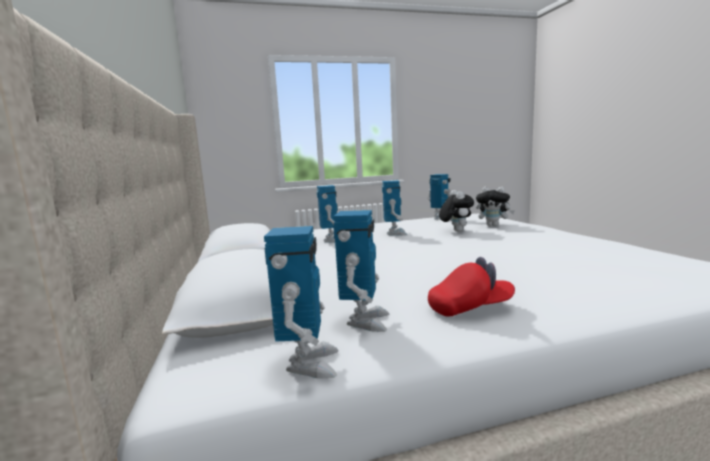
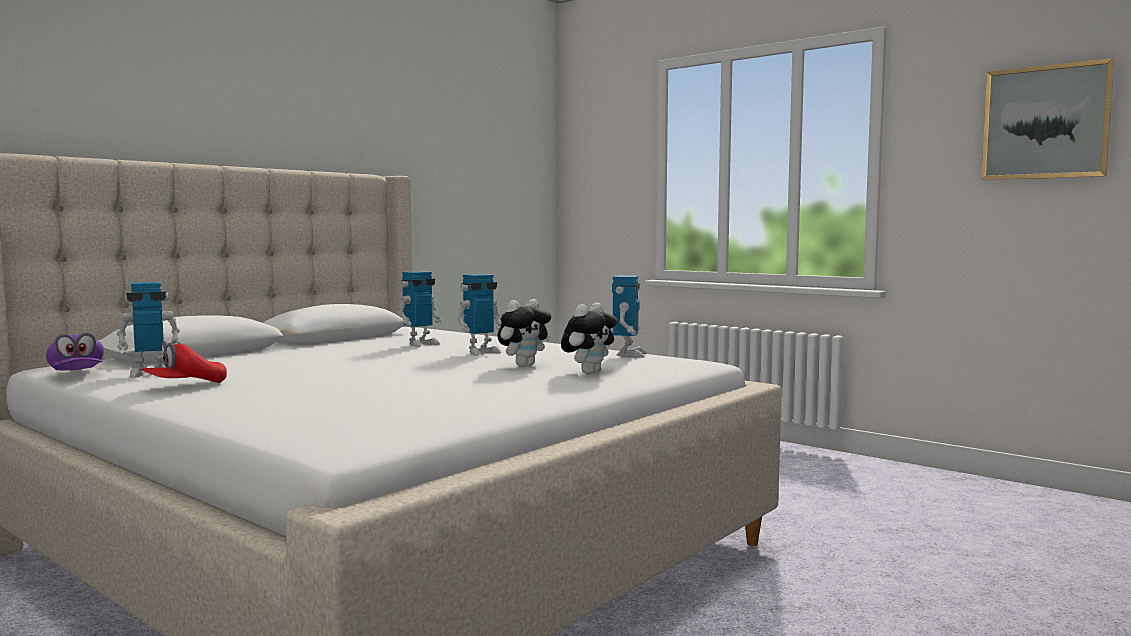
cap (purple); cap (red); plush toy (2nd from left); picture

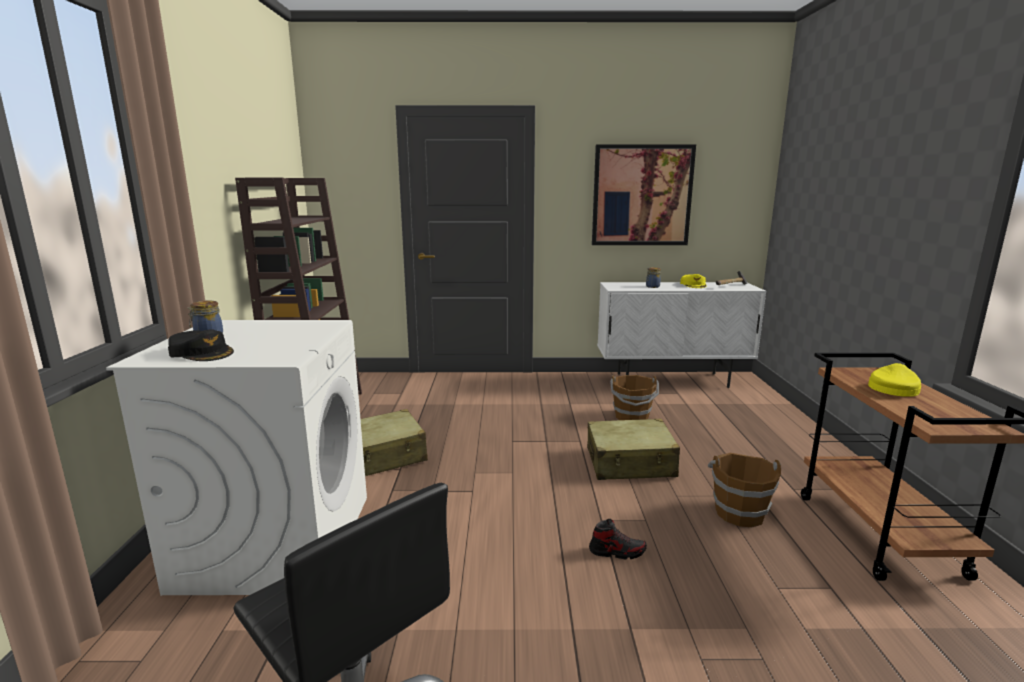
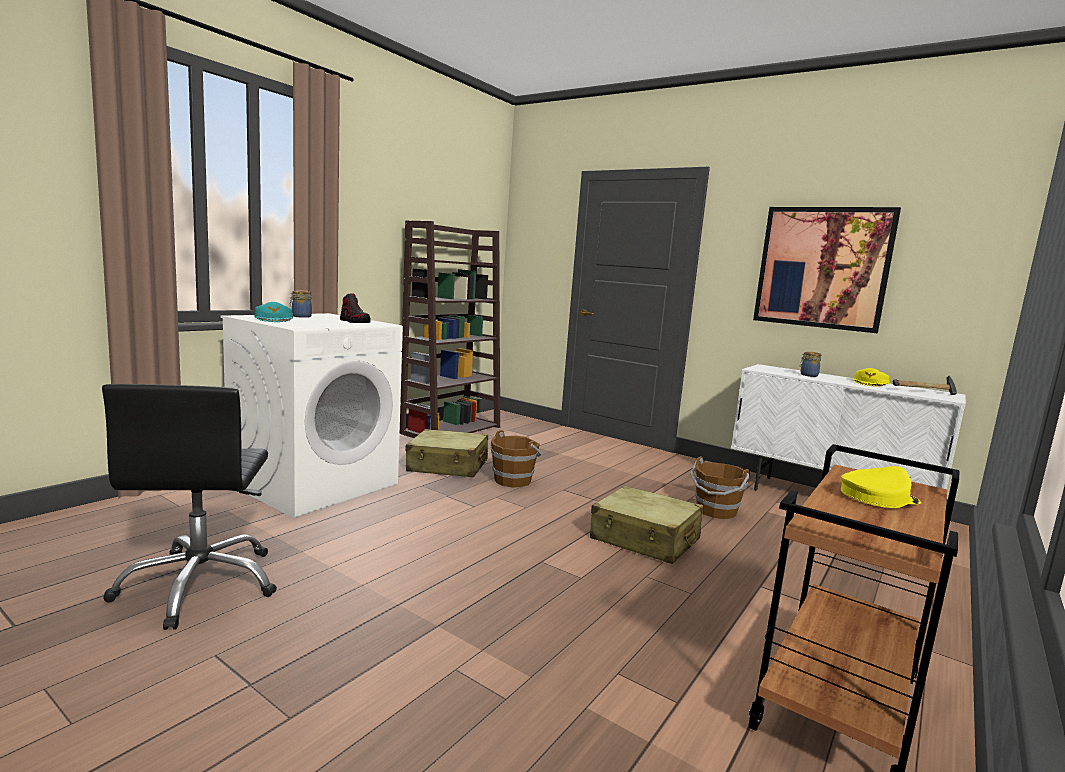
cap (turquoise); shoe; bucket (brown) (1st from left)

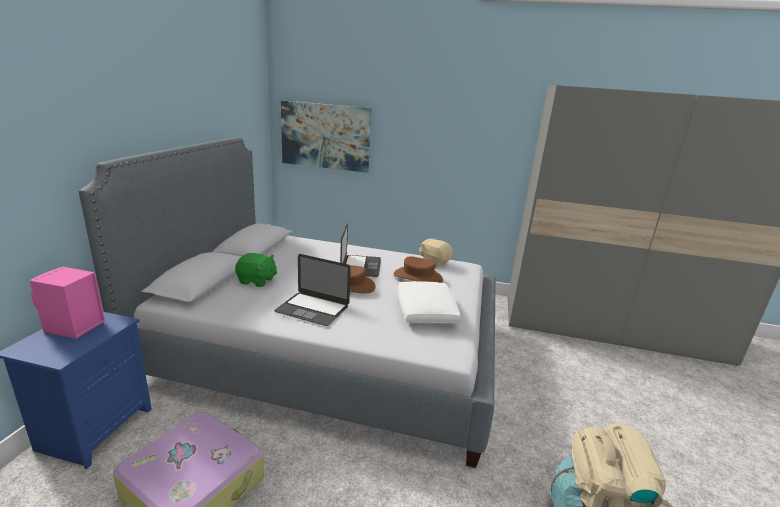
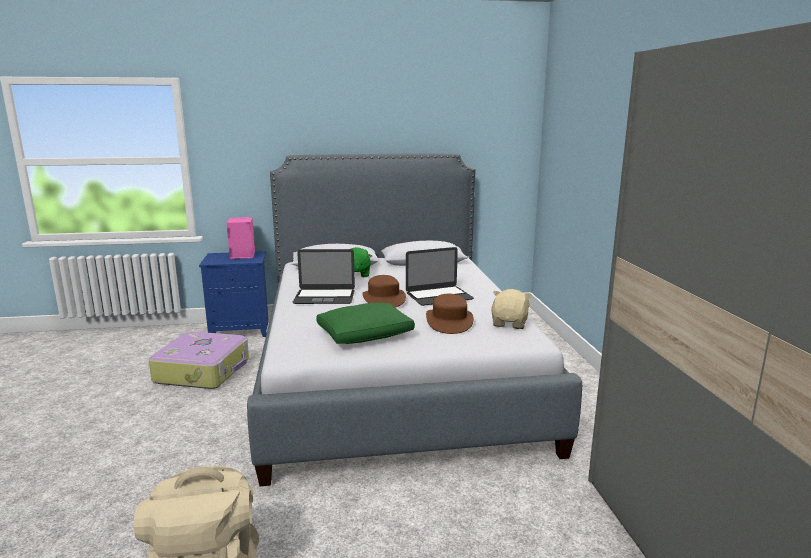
laptop (1st from left); pillow (green); picture

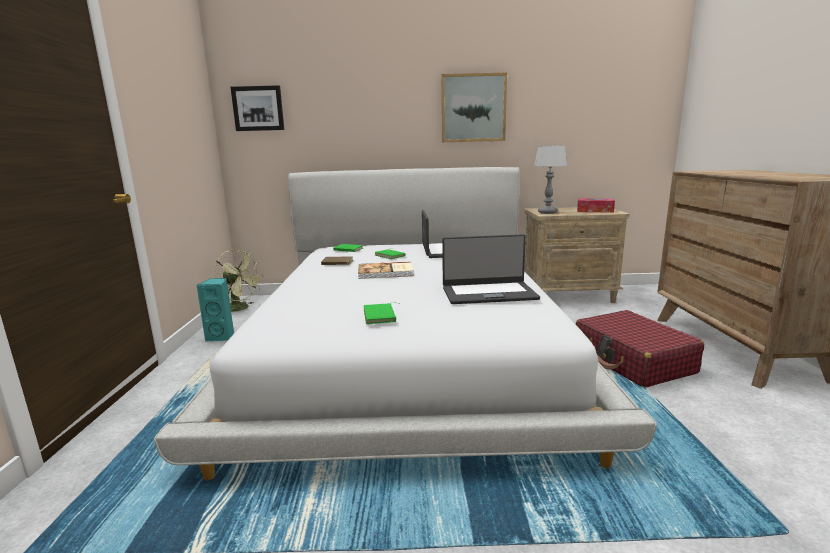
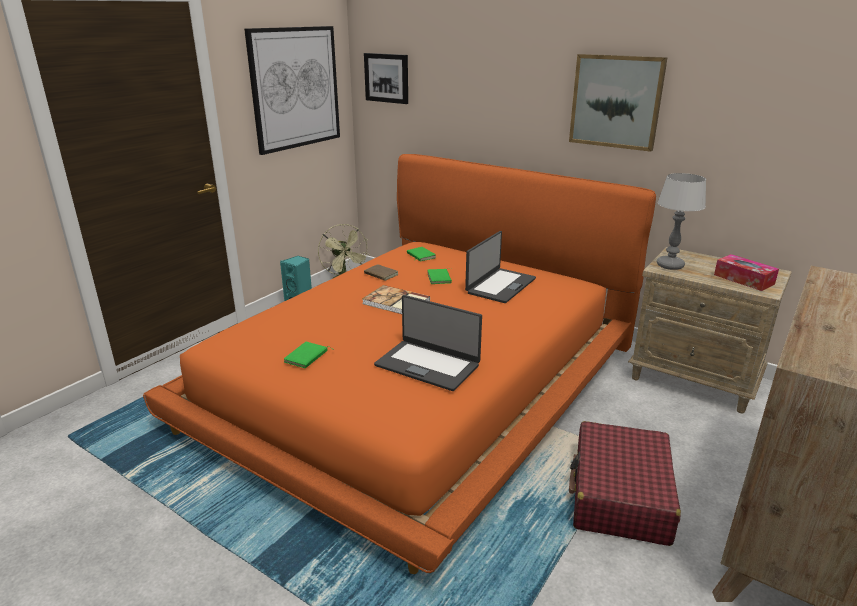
bed (orange); picture (1st from left)

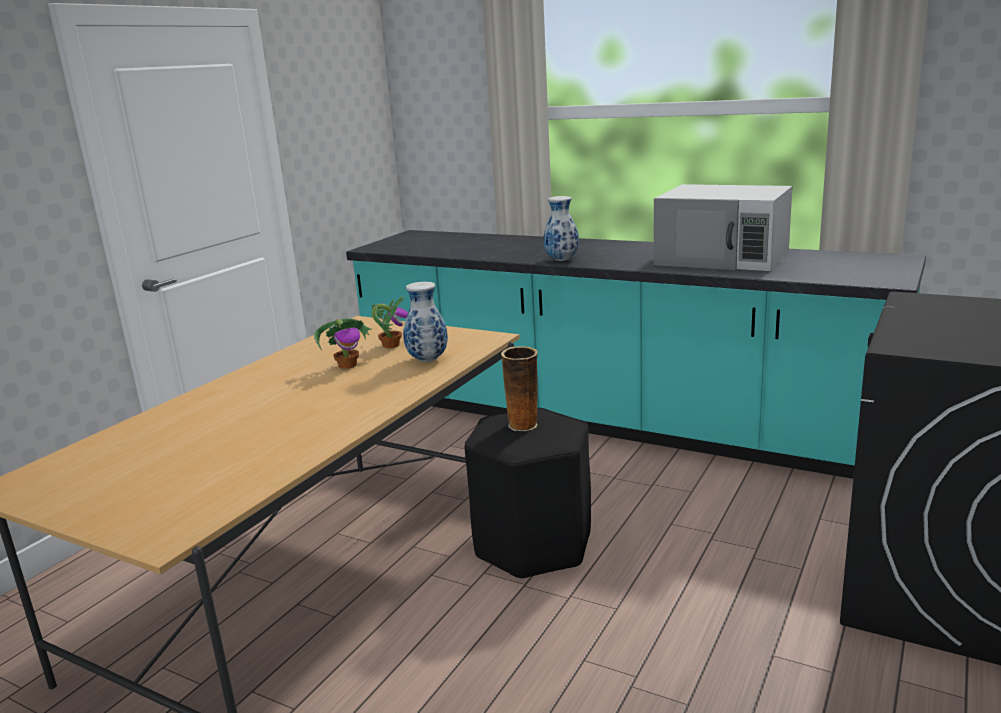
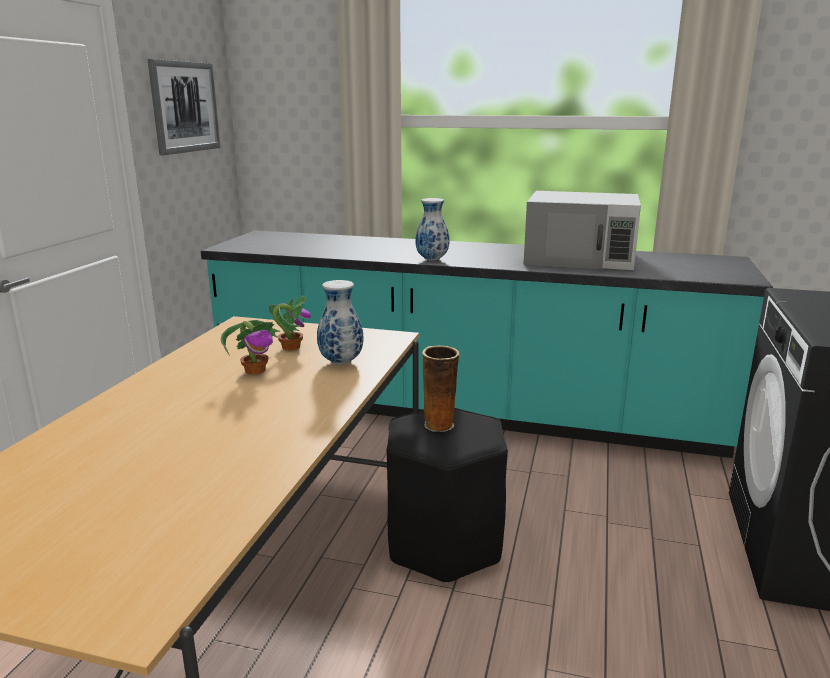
picture

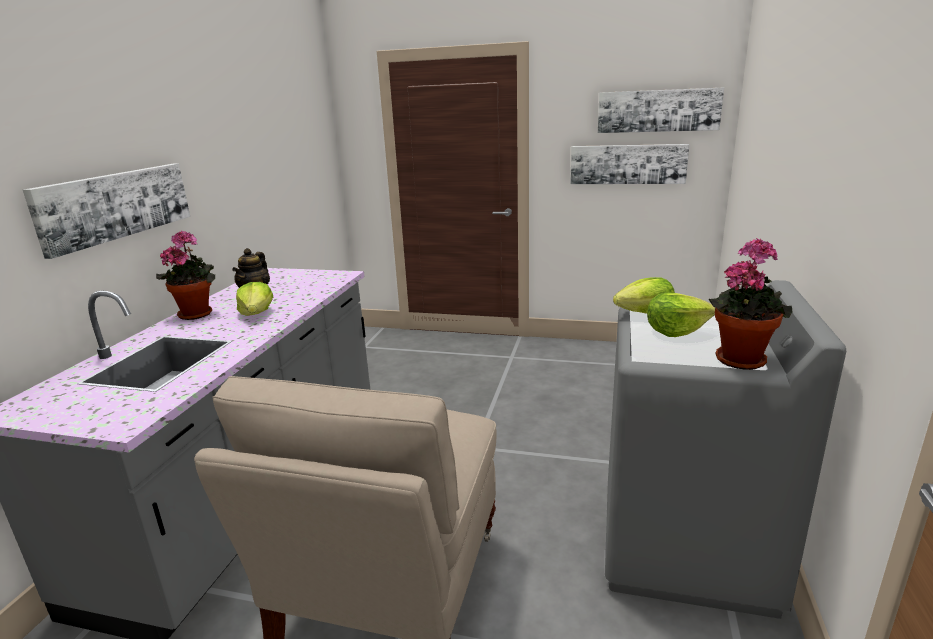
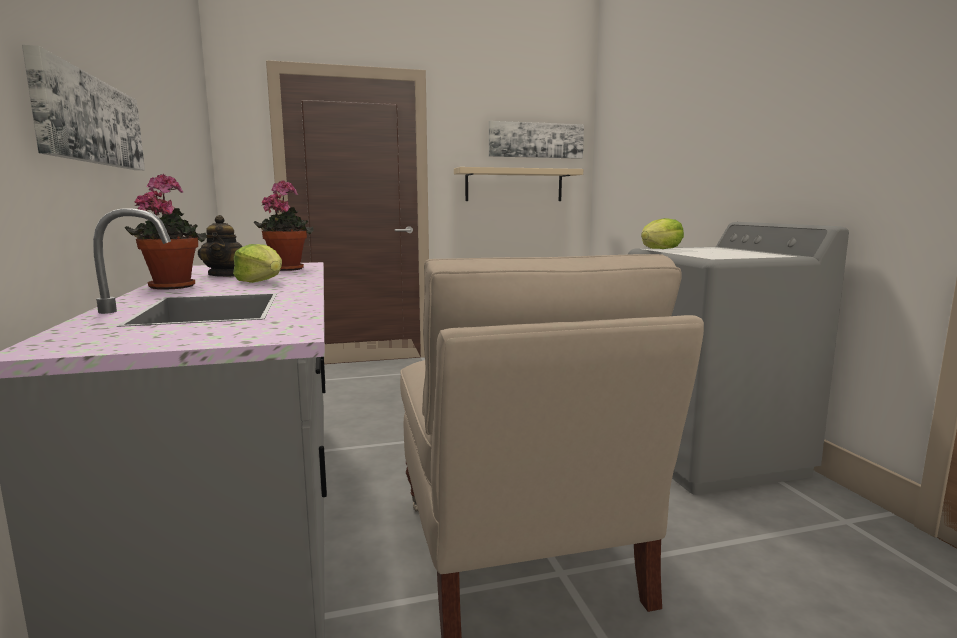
potted plant (2nd from left); shelf (beige); lettuce (3rd from left in the first image)

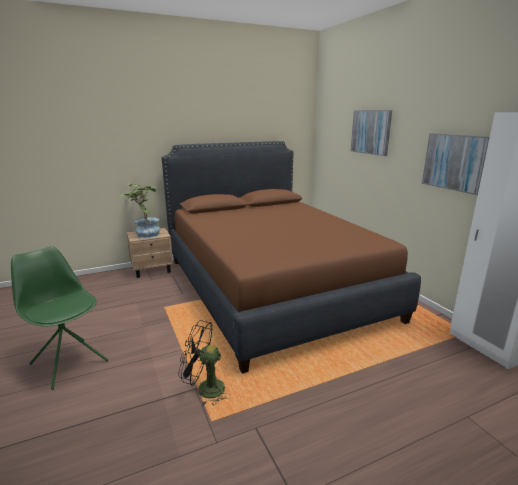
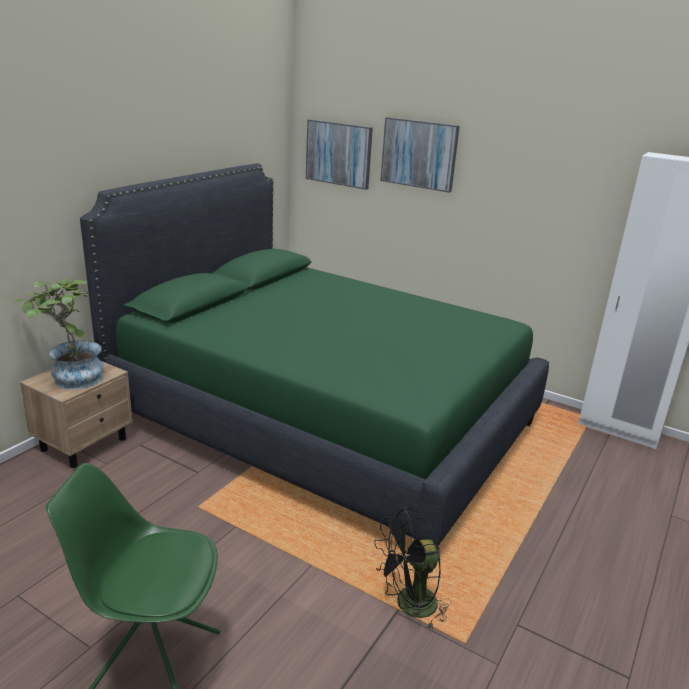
bed (green); picture (1st from left)

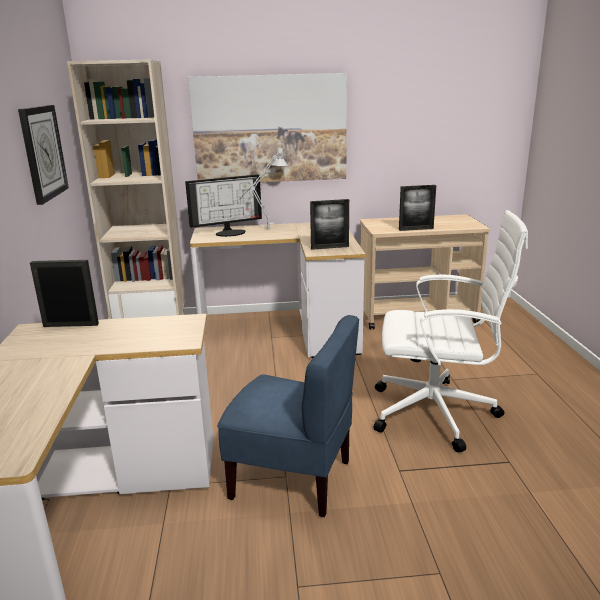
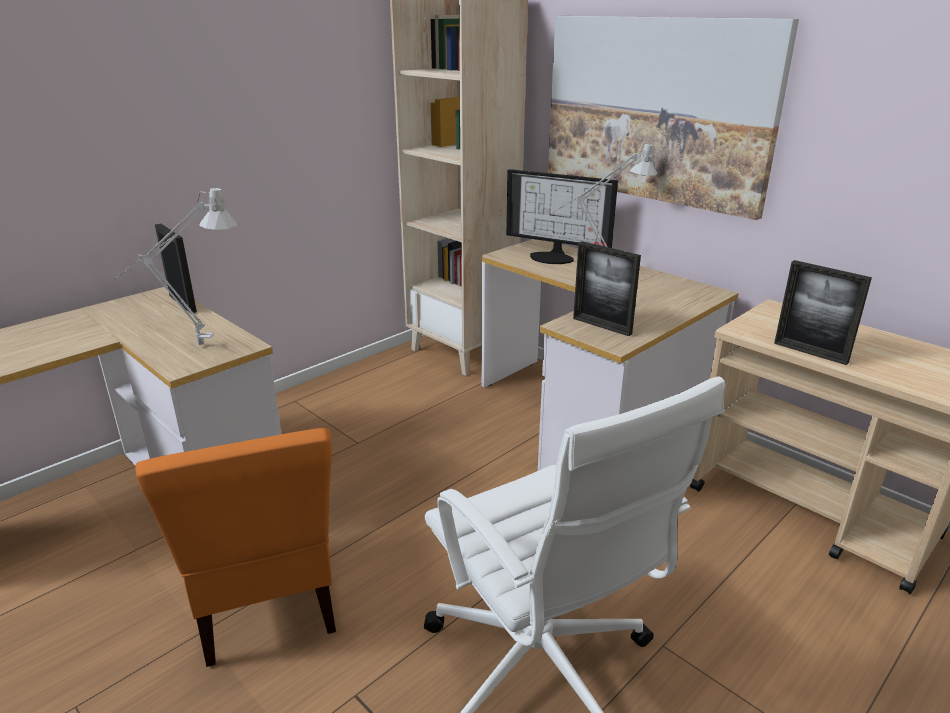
table lamp (grey) (1st from left); chair (orange); wall clock

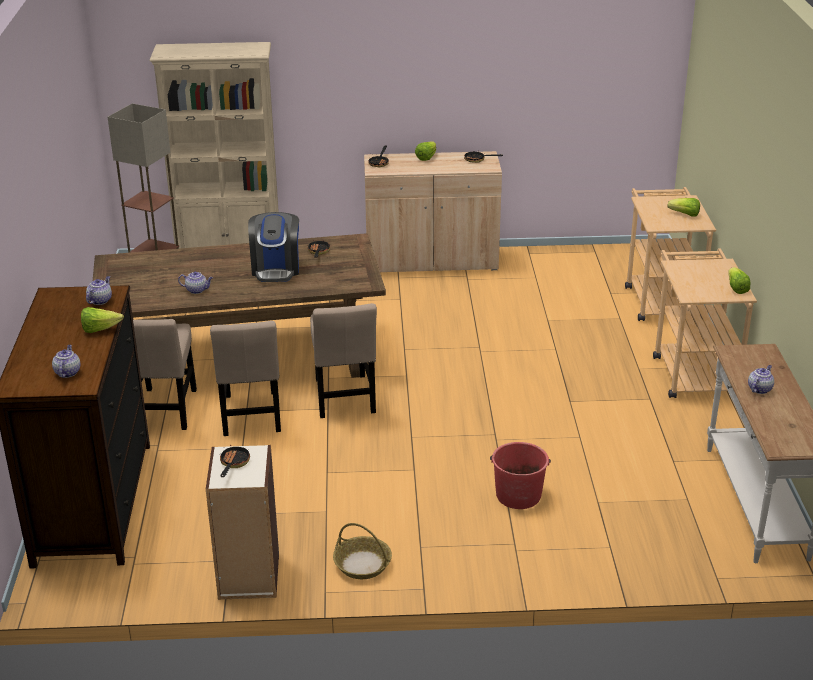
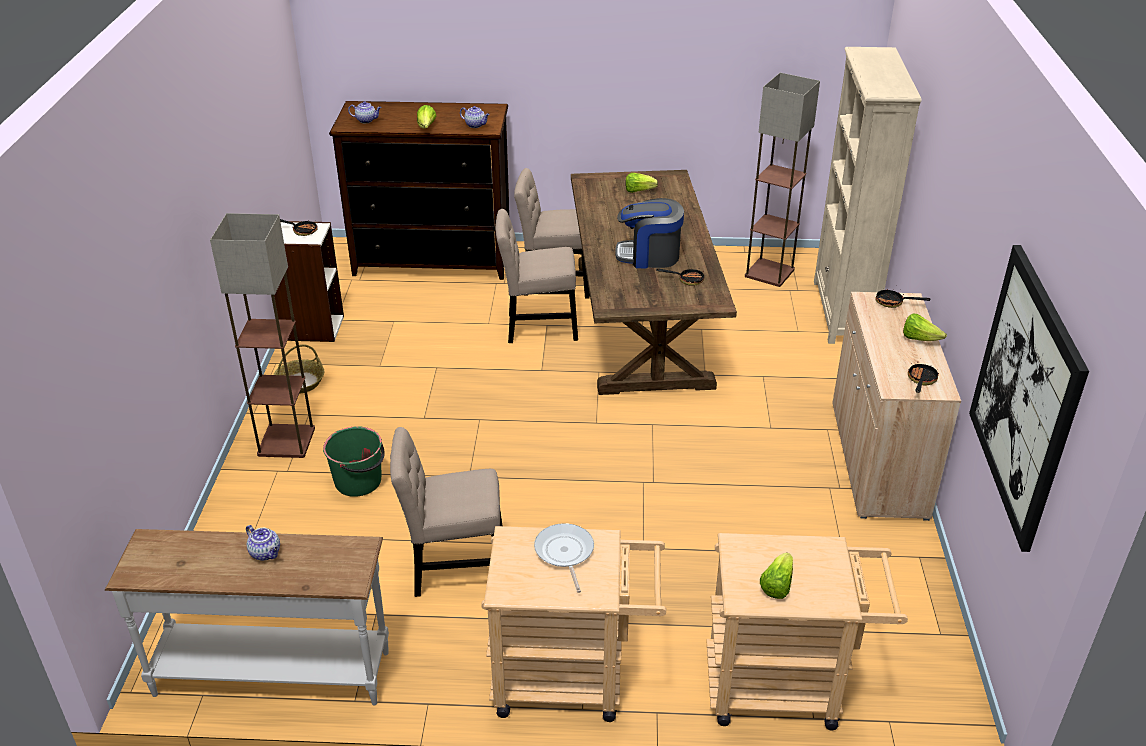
floor lamp (1st from left); bucket (green); chair (beige) (1st from left); frying pan (2nd from left); lettuce (2nd from left); picture; teapot (3rd from left in the first image)

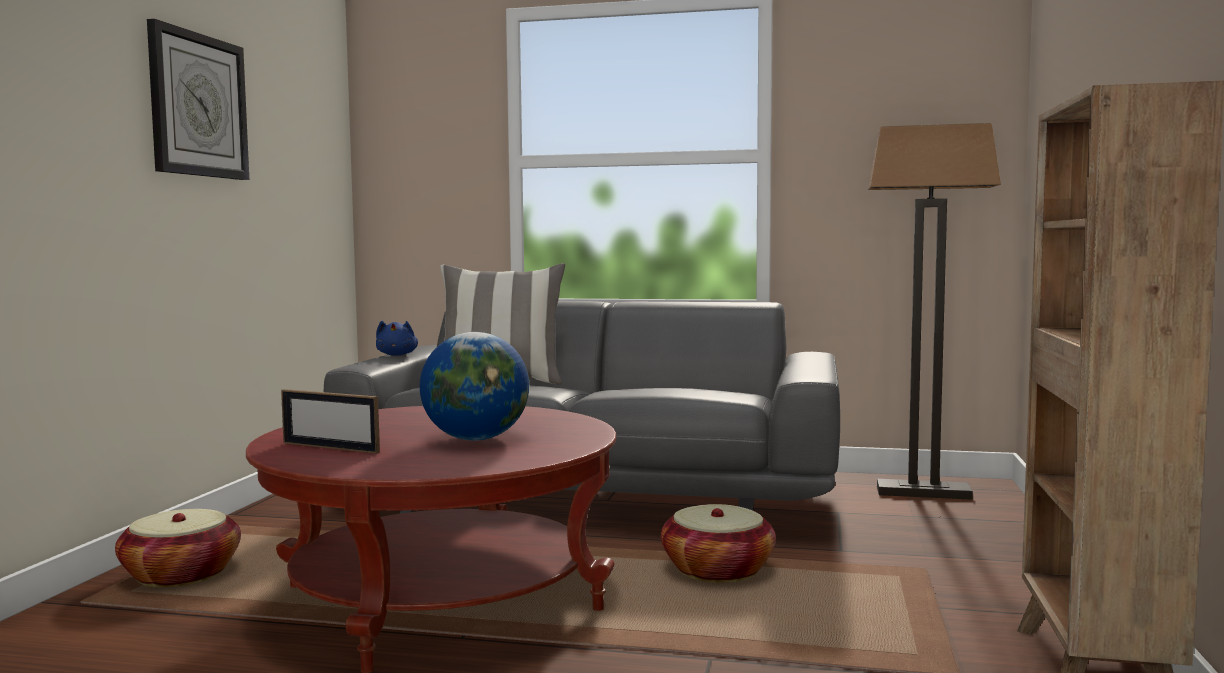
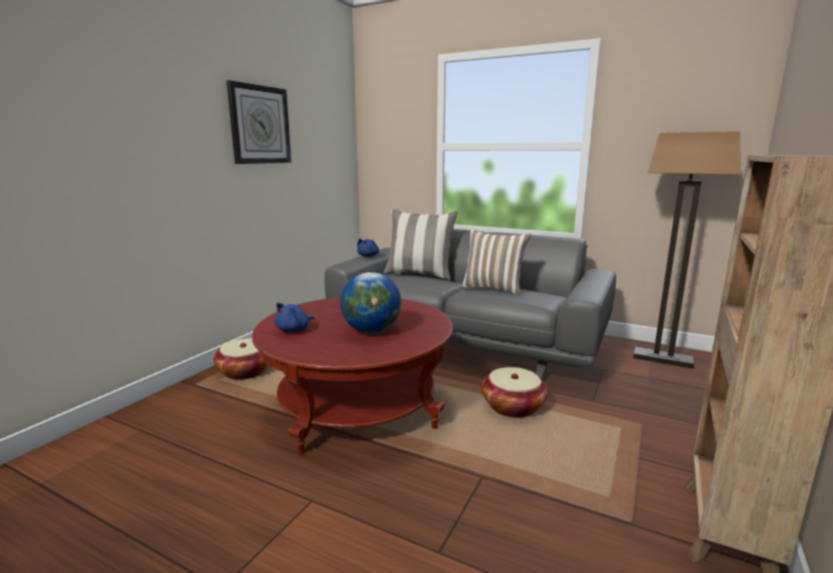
plush toy (blue) (1st from left); pillow (2nd from left)

